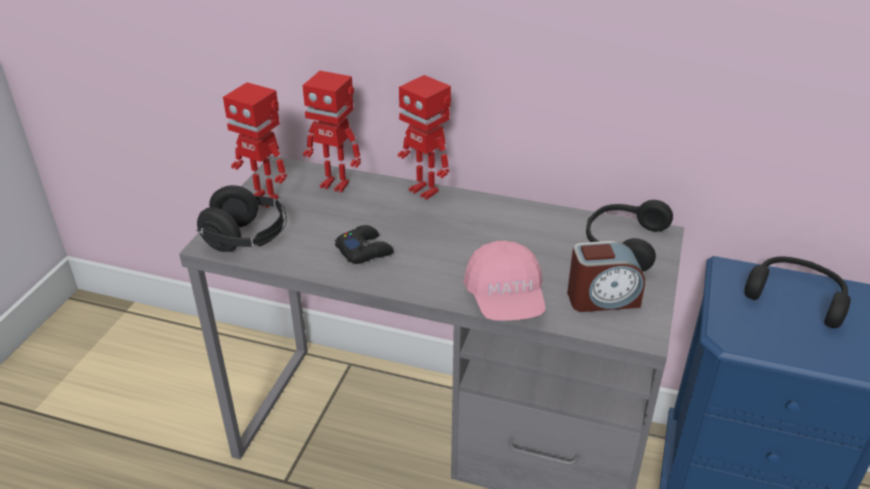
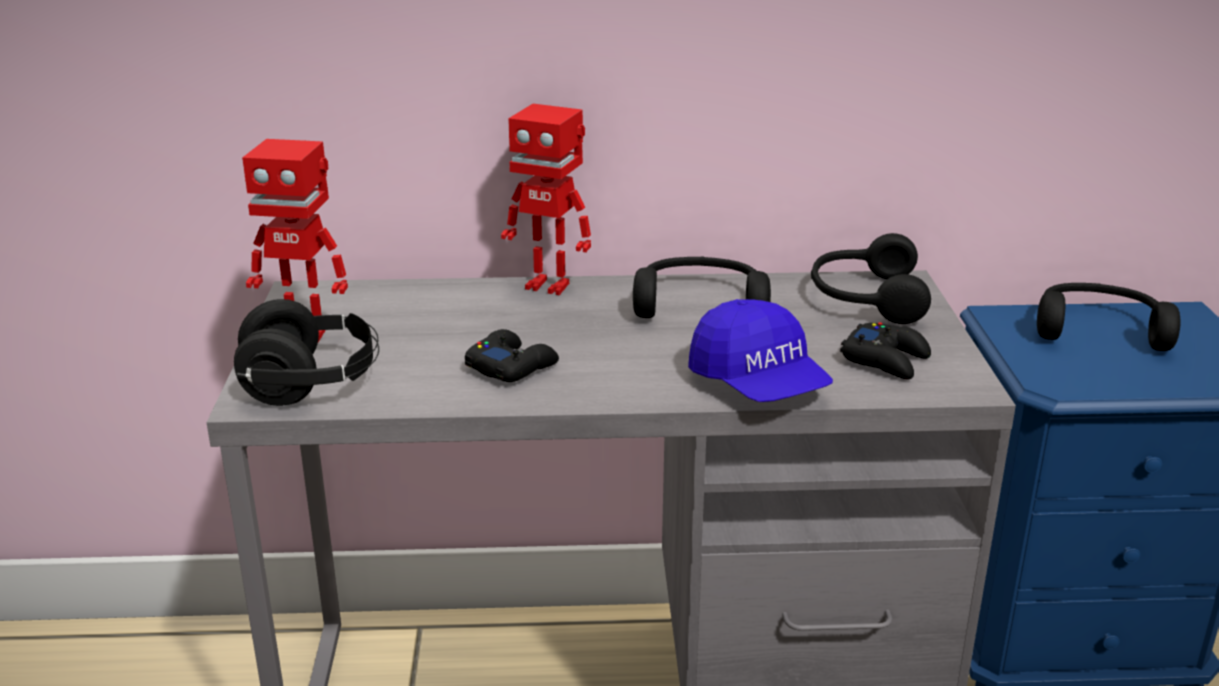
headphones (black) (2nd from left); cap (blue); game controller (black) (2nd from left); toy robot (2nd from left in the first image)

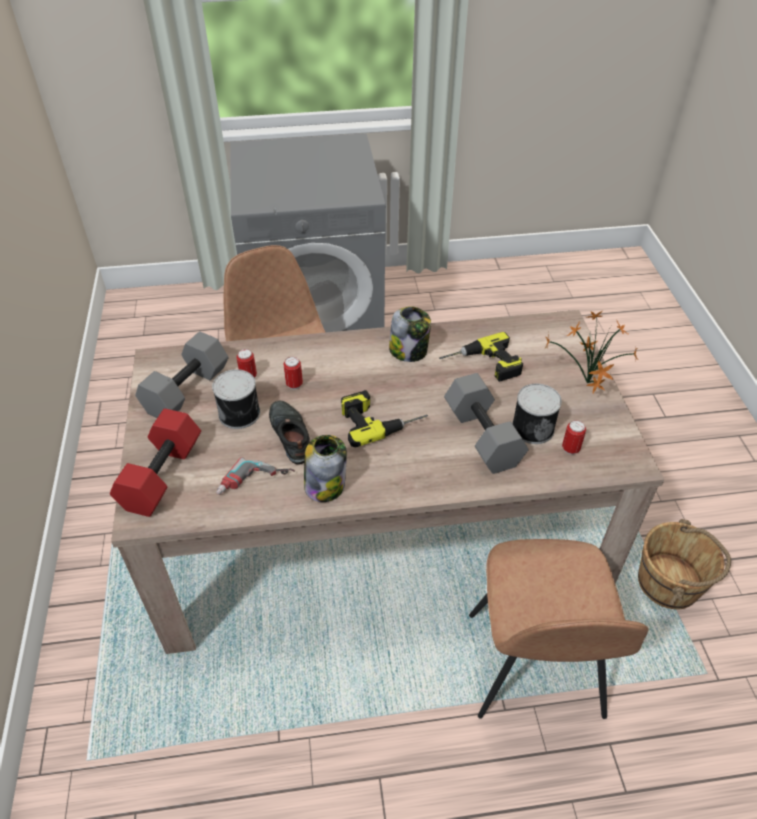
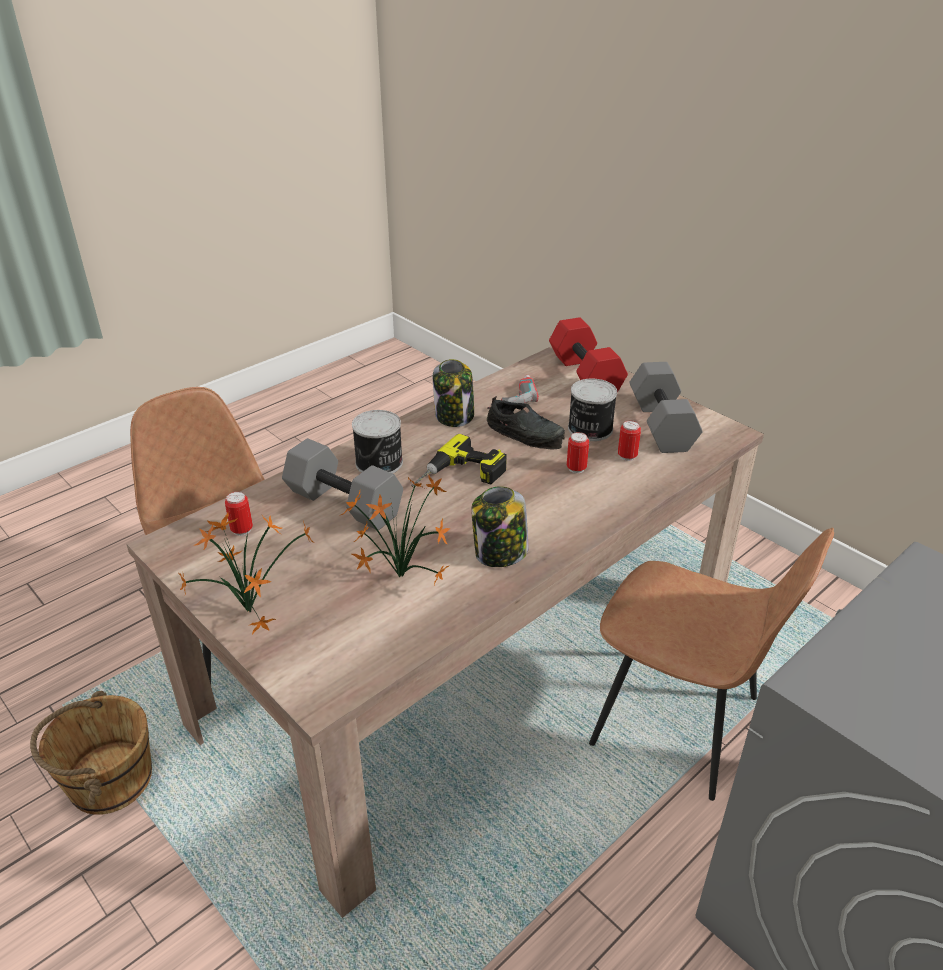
potted plant (2nd from left); can (2nd from left)

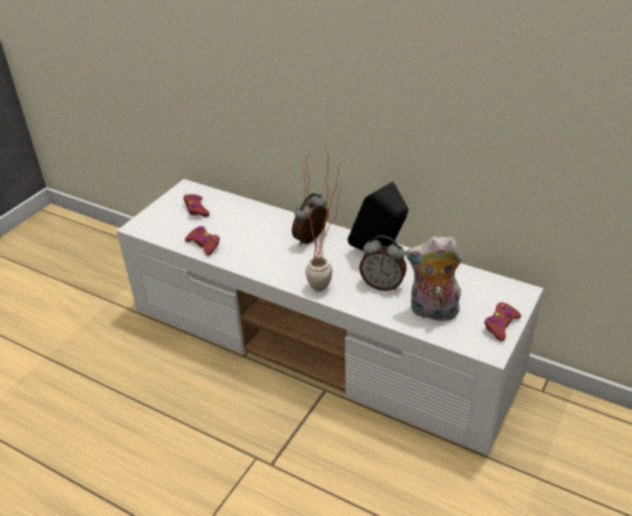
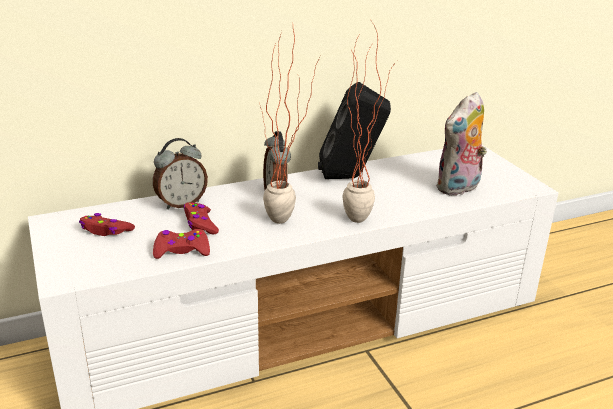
alarm clock (1st from left); game controller (red) (3rd from left); potted plant (1st from left)

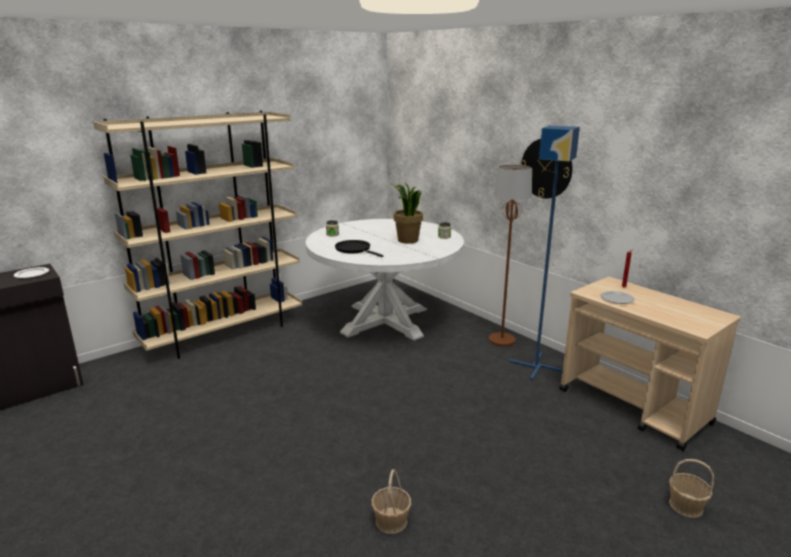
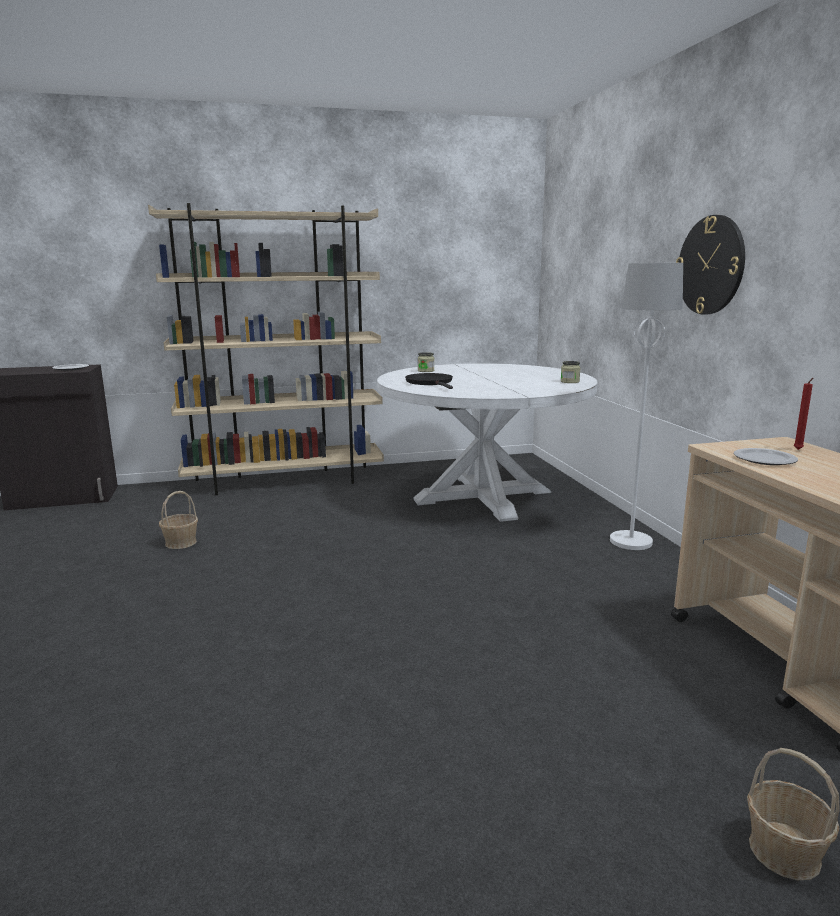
basket (1st from left); floor lamp (white); potted plant; floor lamp (blue)

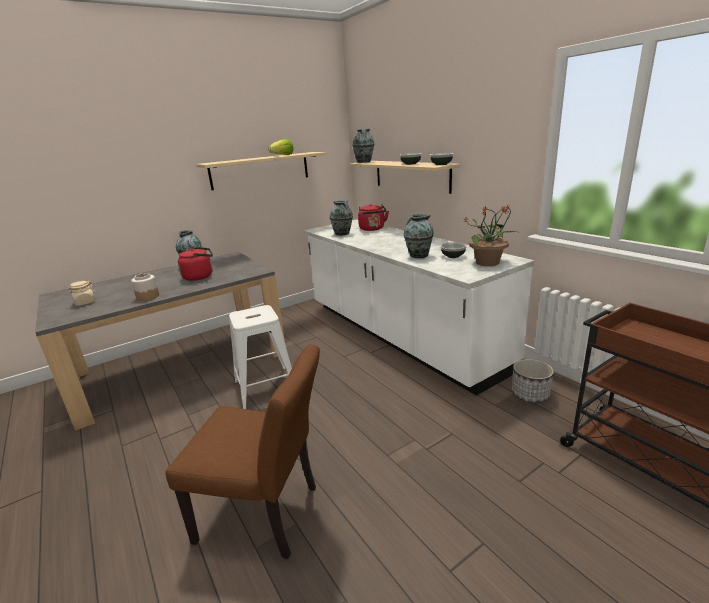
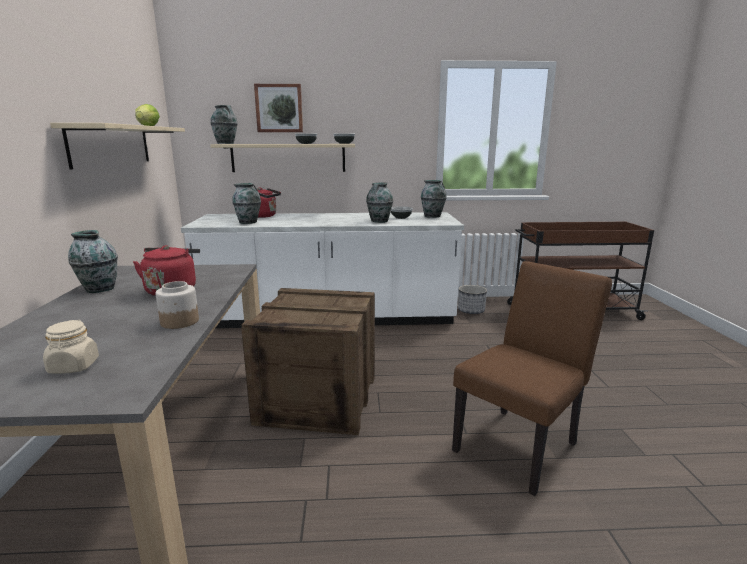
crate; picture; vase (5th from left)

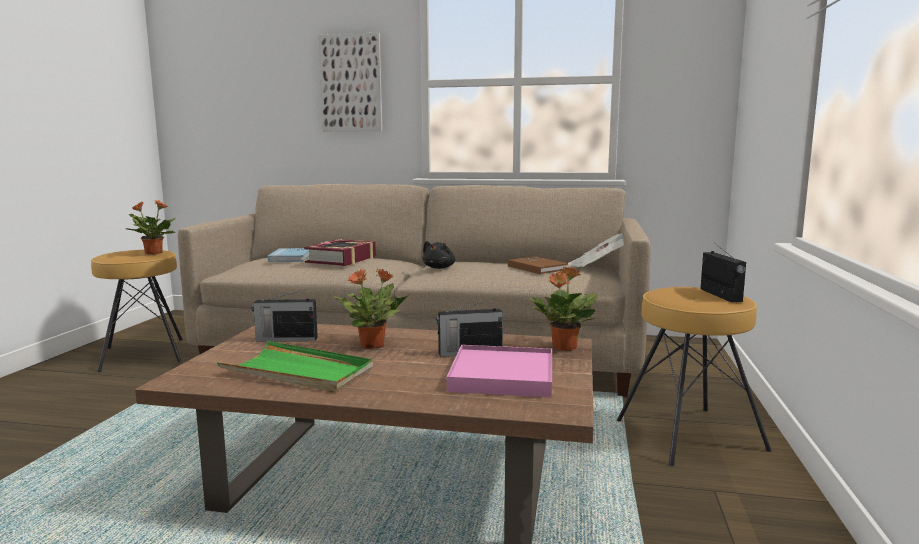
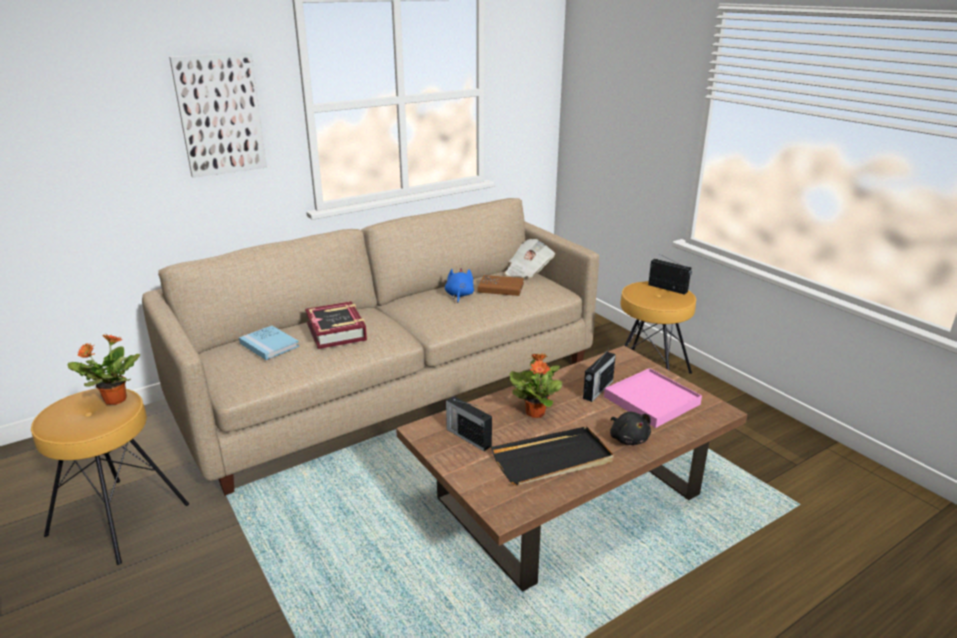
plush toy (blue); radio (1st from left); tray (black); plush toy (black); potted plant (3rd from left in the first image)

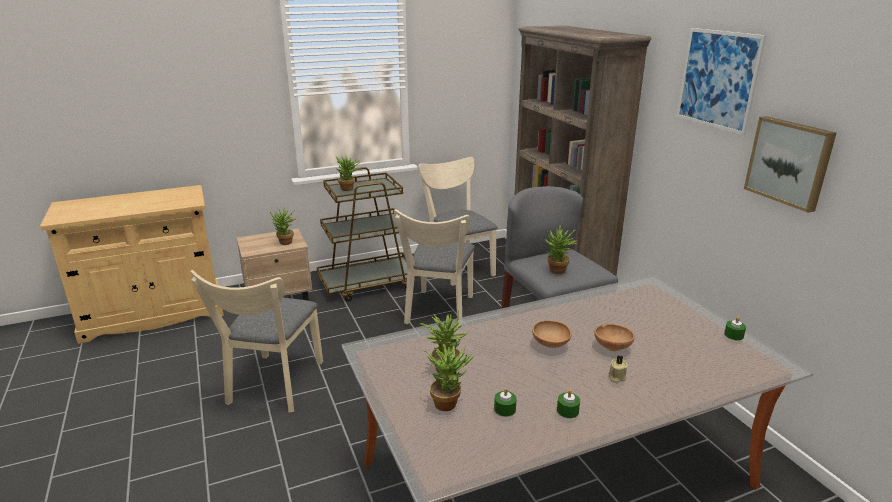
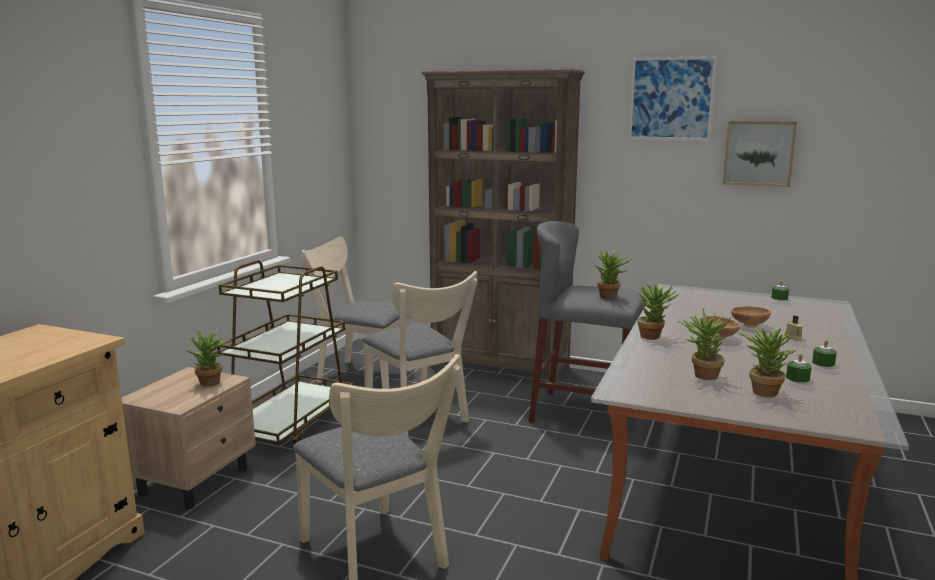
potted plant (3rd from left)

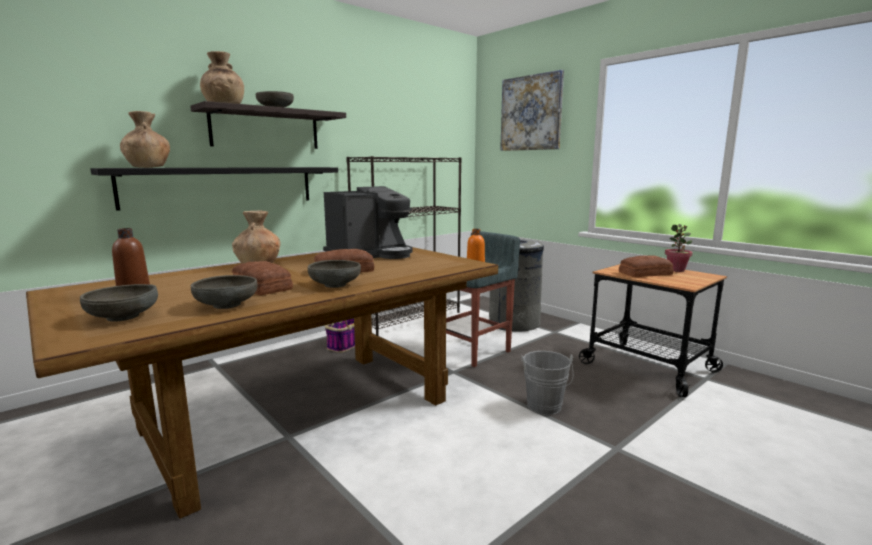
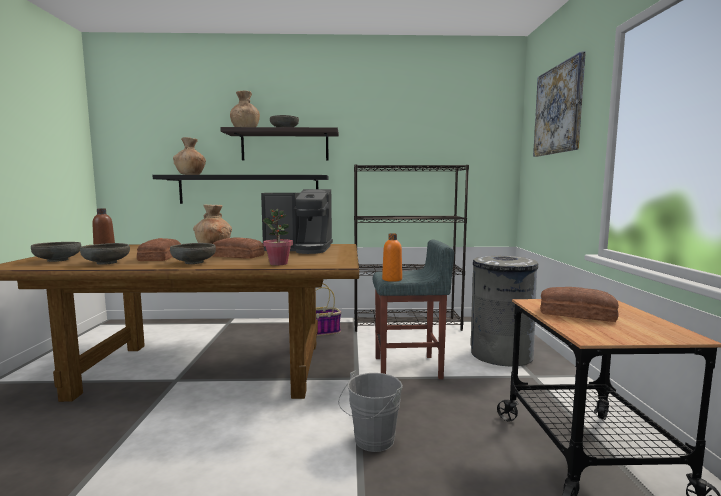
potted plant

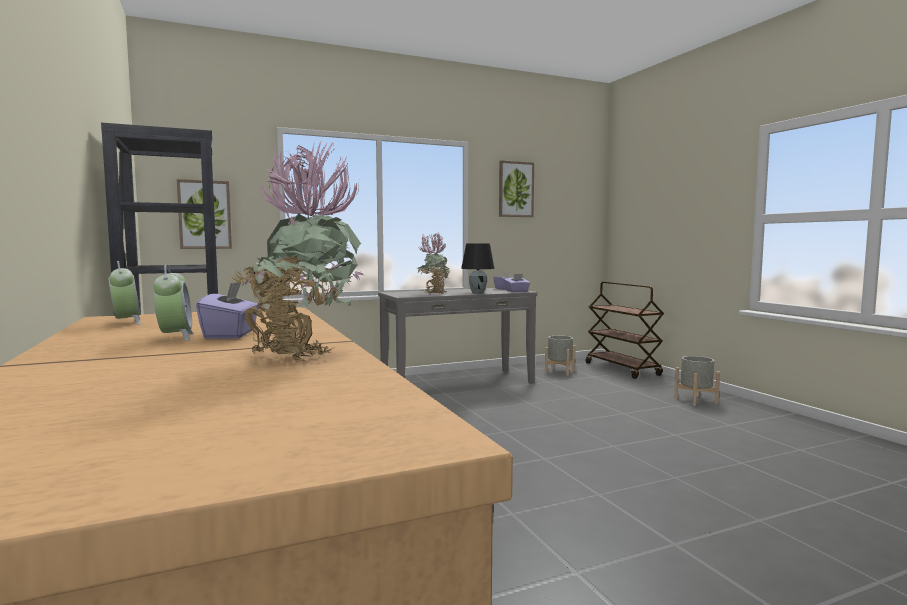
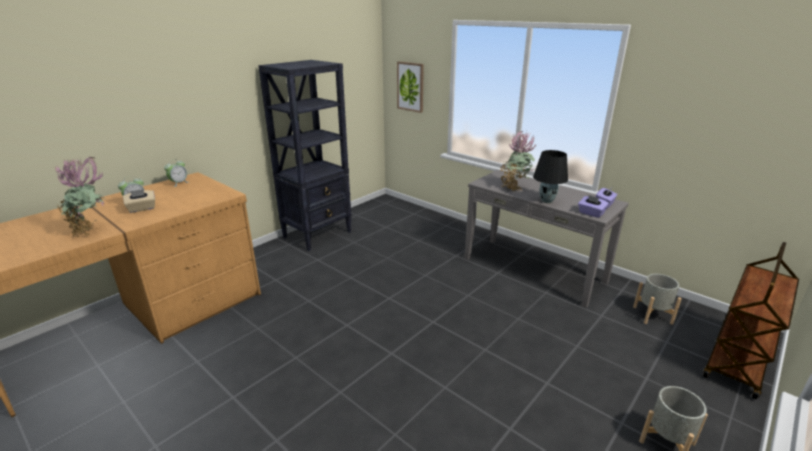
tissue box (beige); picture (2nd from left in the first image)

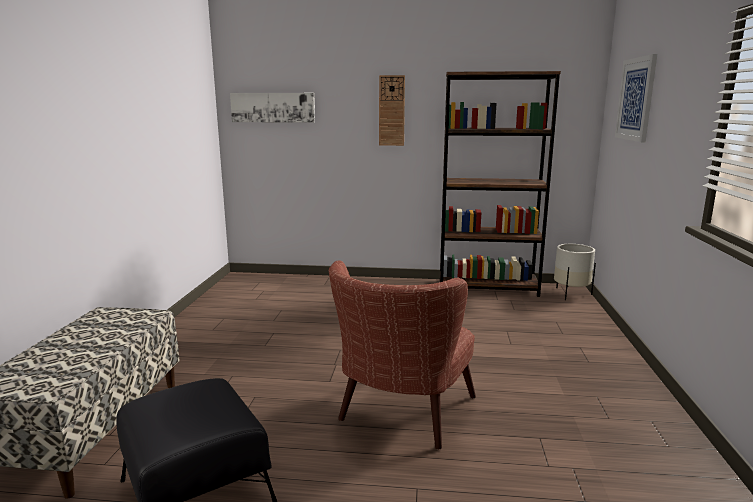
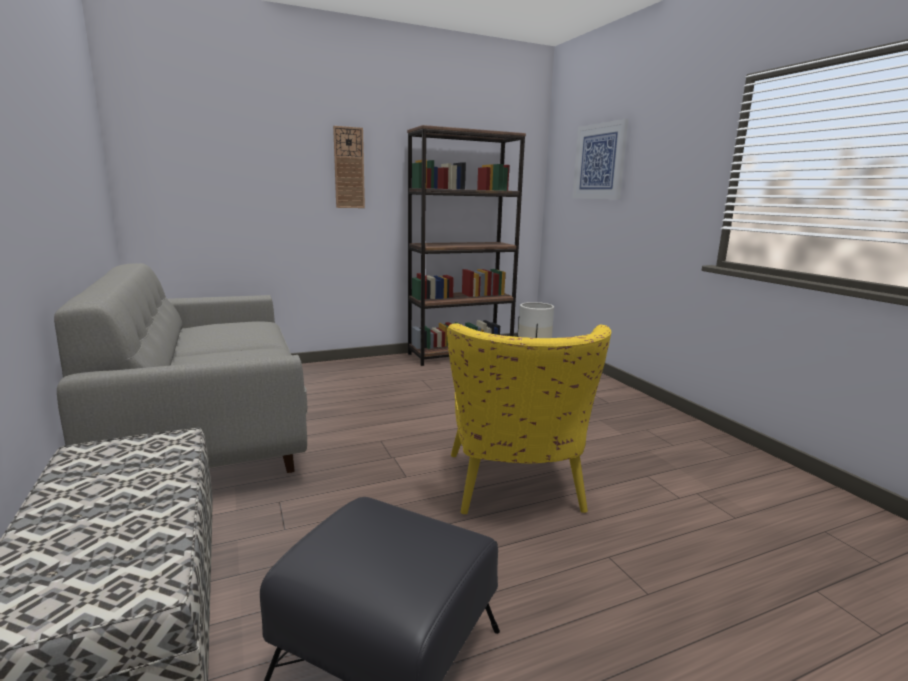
sofa (grey); armchair (yellow); picture (1st from left in the first image)

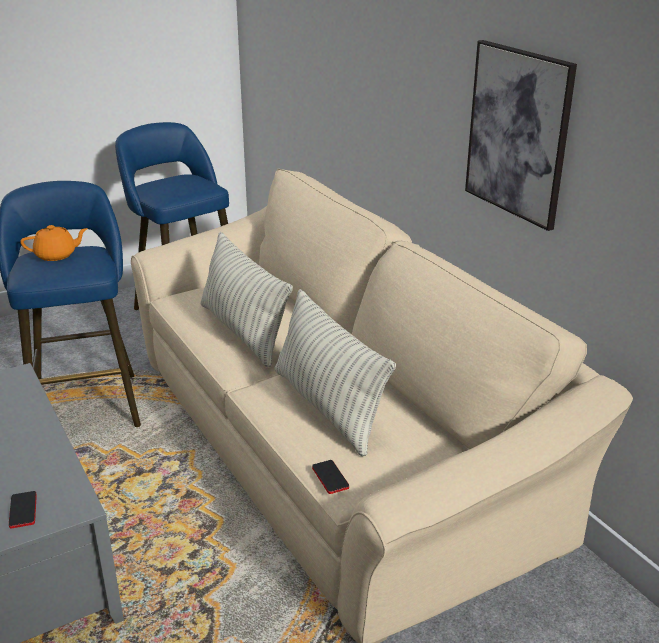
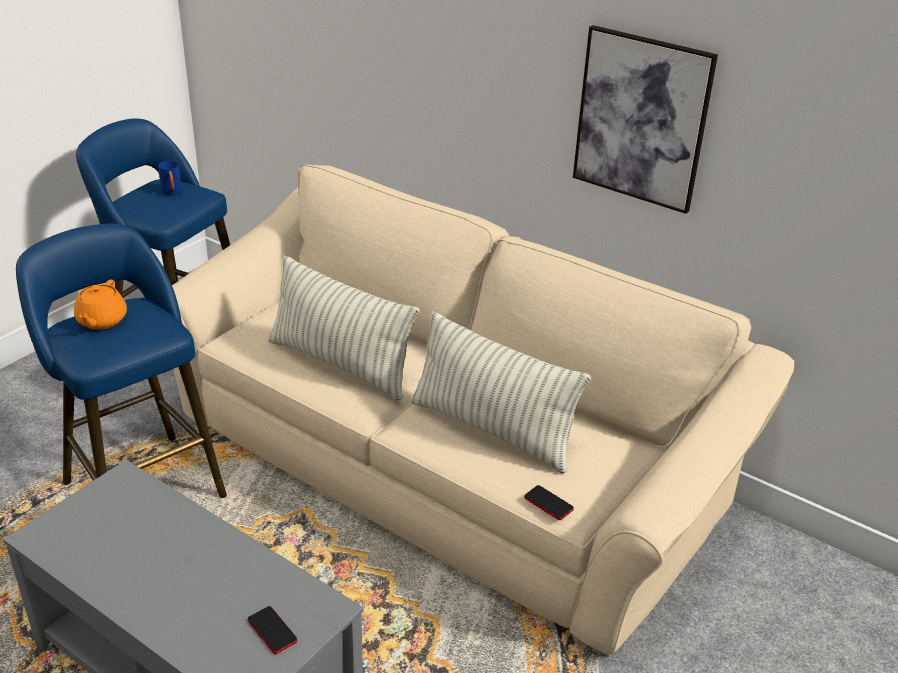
teapot (orange); mug (blue)

